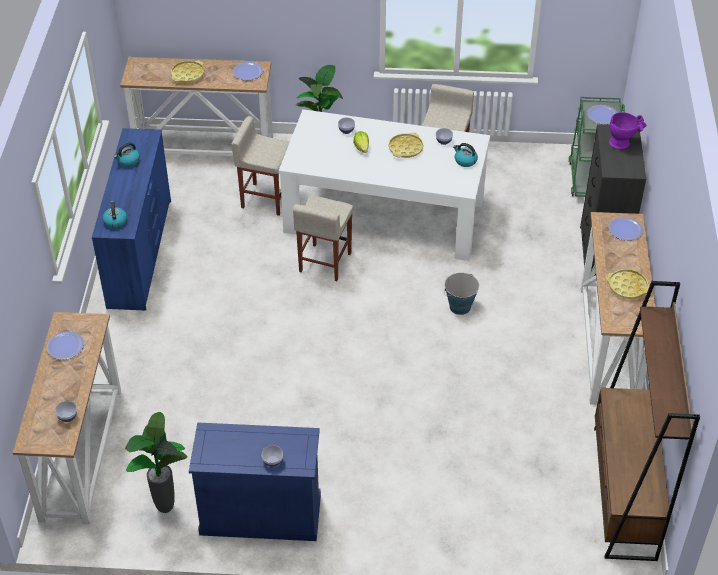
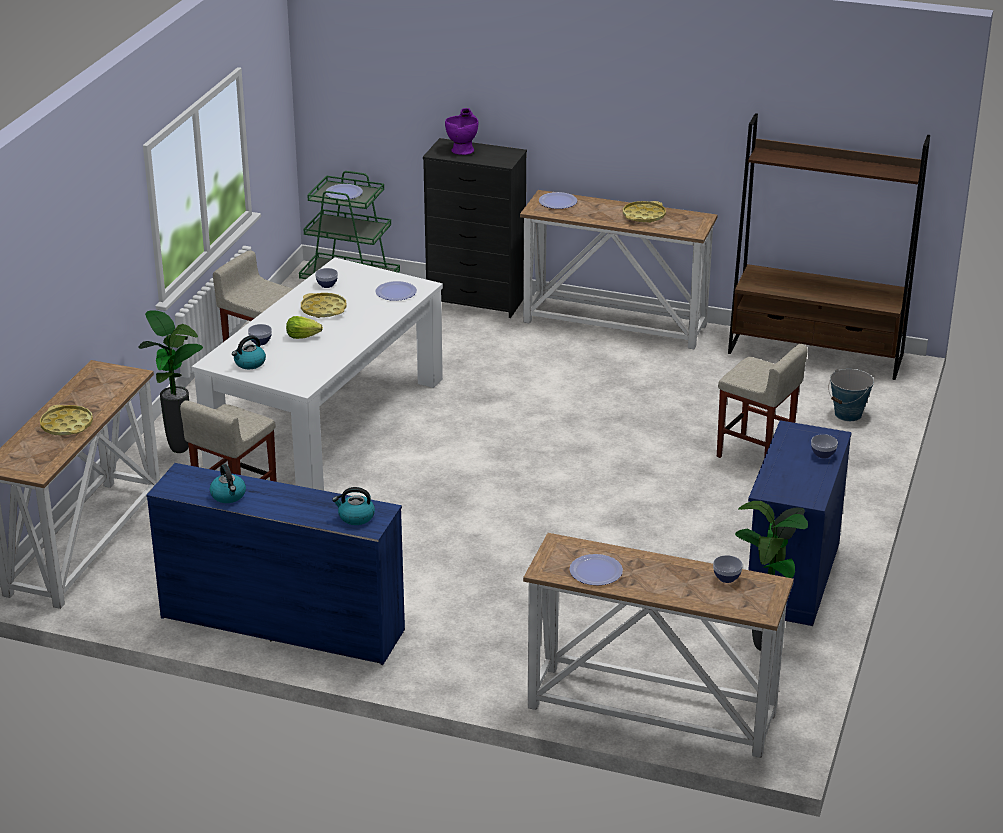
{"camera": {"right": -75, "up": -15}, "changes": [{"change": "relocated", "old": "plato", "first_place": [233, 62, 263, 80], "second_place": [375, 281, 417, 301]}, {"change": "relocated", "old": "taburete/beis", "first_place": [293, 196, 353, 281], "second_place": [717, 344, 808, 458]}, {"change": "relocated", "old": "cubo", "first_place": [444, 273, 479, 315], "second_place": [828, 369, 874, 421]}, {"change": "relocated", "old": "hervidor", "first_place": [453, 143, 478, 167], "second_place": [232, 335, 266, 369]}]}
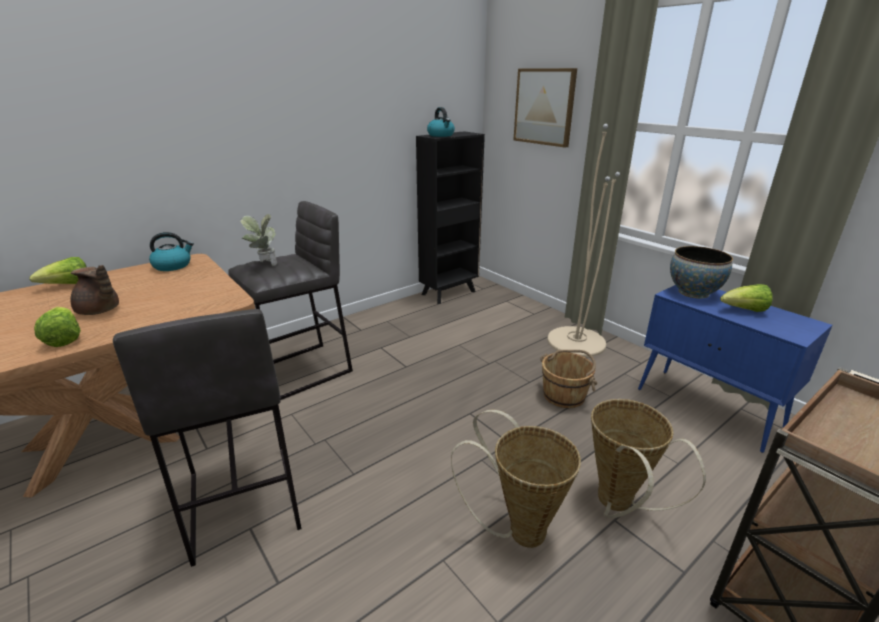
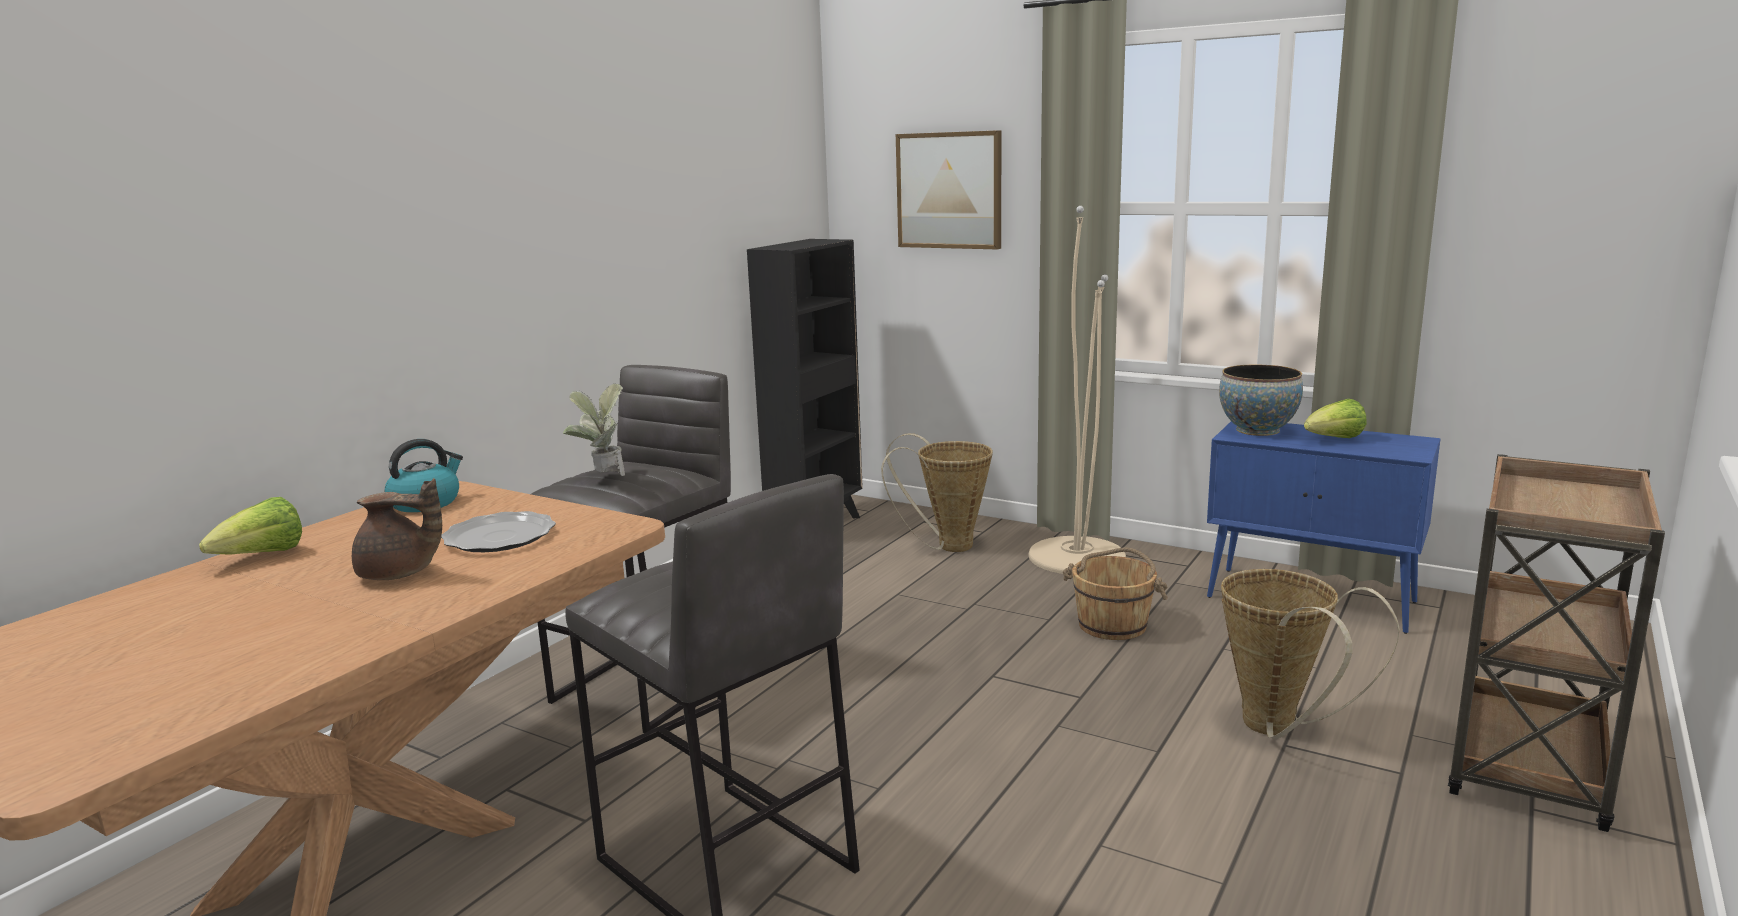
{"camera": {"right": -20, "up": -10}, "changes": [{"change": "missing", "old": "lechuga", "first_place": [34, 307, 81, 347]}, {"change": "missing", "old": "hervidor", "first_place": [427, 107, 455, 137]}, {"change": "relocated", "old": "cesta", "first_place": [451, 409, 581, 548], "second_place": [881, 433, 993, 552]}, {"change": "appeared", "new": "plato", "second_place": [441, 511, 556, 552]}]}
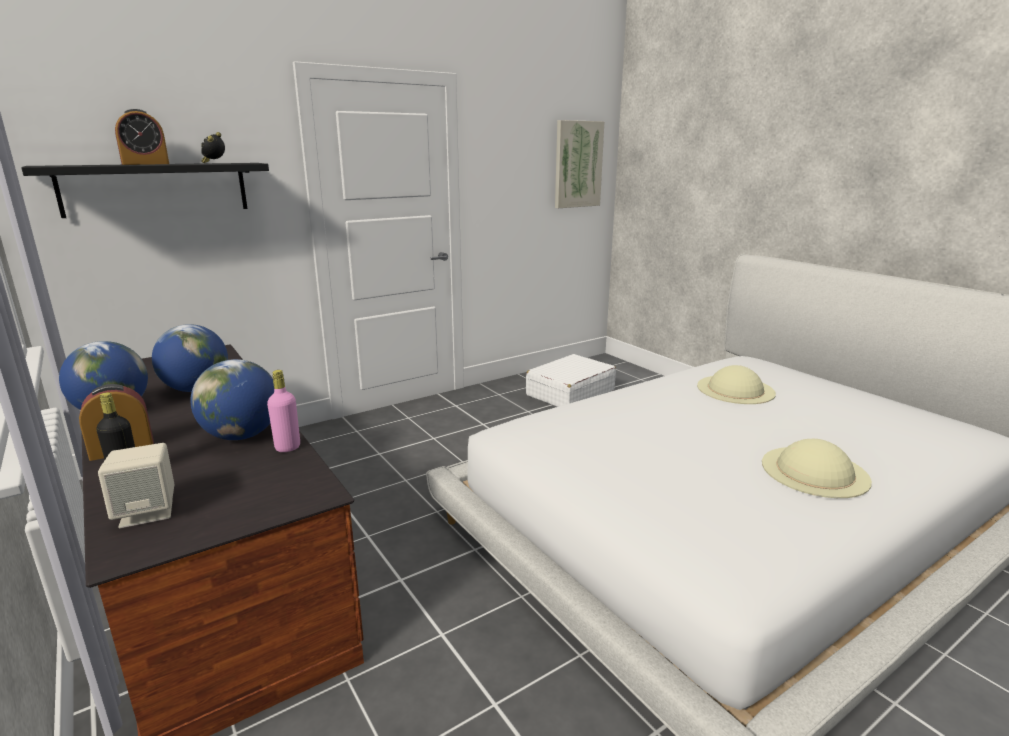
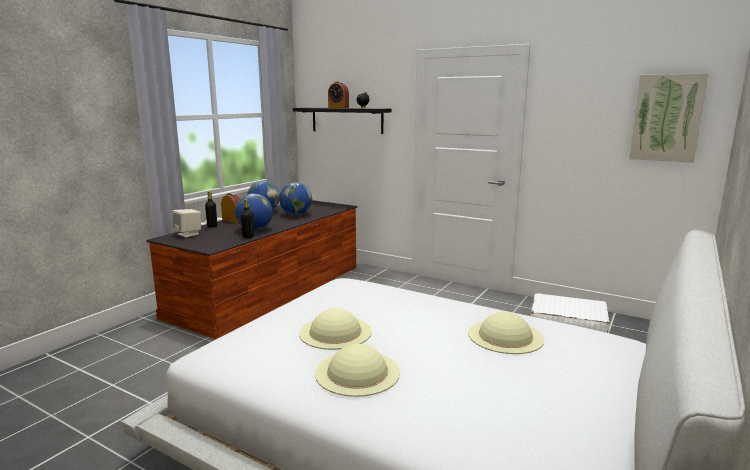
{"camera": {"right": 65, "up": -5}, "changes": [{"change": "colour", "old": "botella/rosa", "new": "botella/negro", "first_place": [267, 370, 300, 452], "second_place": [241, 199, 254, 238]}, {"change": "appeared", "new": "sombrero/beis", "second_place": [299, 308, 372, 350]}]}
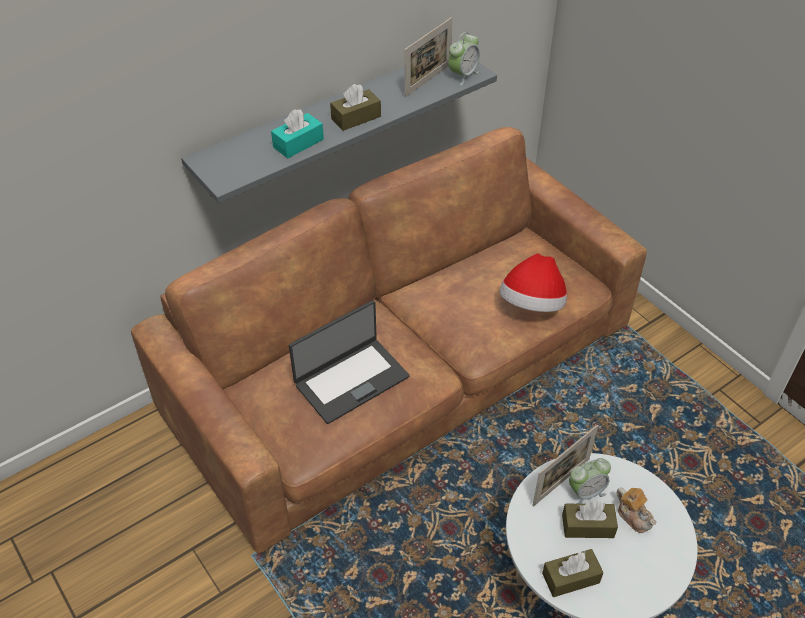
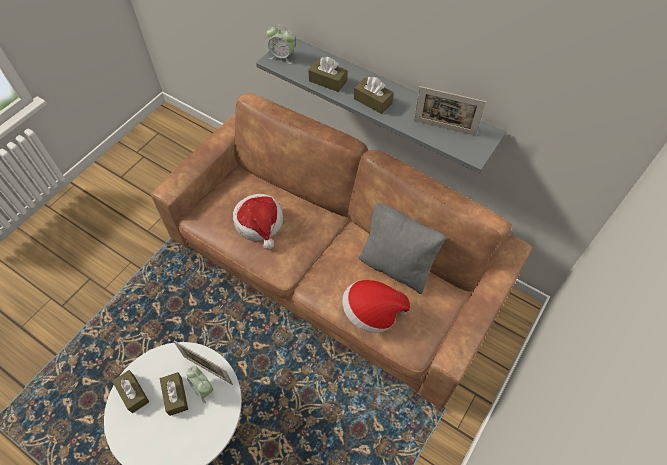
{"camera": {"right": 70, "up": 10}, "changes": [{"change": "colour", "old": "caja de pañuelos/turquesa", "new": "caja de pañuelos/marrón", "first_place": [271, 109, 324, 158], "second_place": [308, 57, 347, 92]}, {"change": "exchanged", "old": "portátil", "new": "sombrero", "first_place": [289, 300, 409, 424], "second_place": [233, 194, 283, 250]}, {"change": "relocated", "old": "despertador", "first_place": [448, 32, 480, 86], "second_place": [267, 25, 295, 64]}, {"change": "missing", "old": "tetera", "first_place": [617, 488, 656, 533]}, {"change": "appeared", "new": "cojín/gris", "second_place": [359, 202, 446, 294]}]}
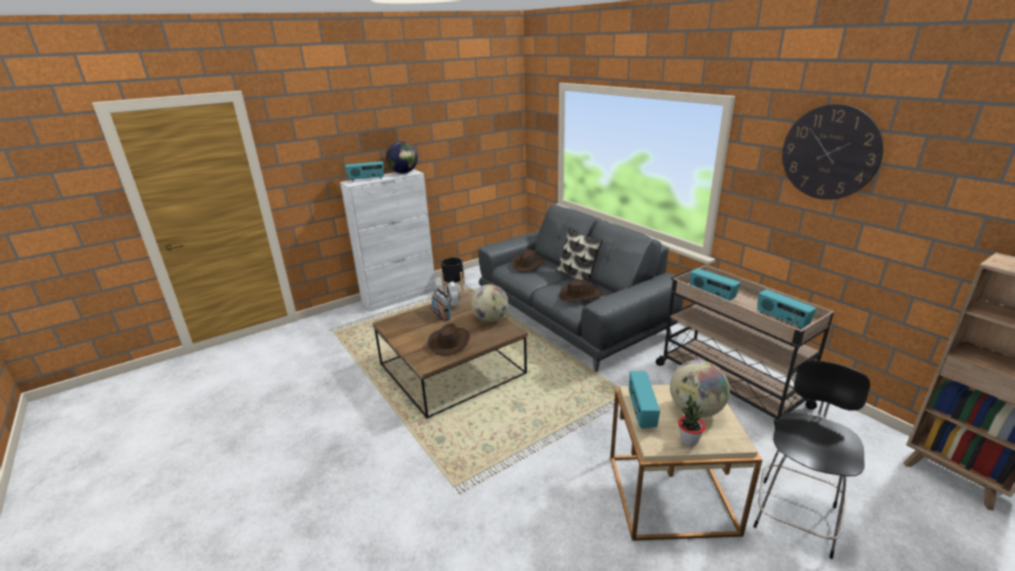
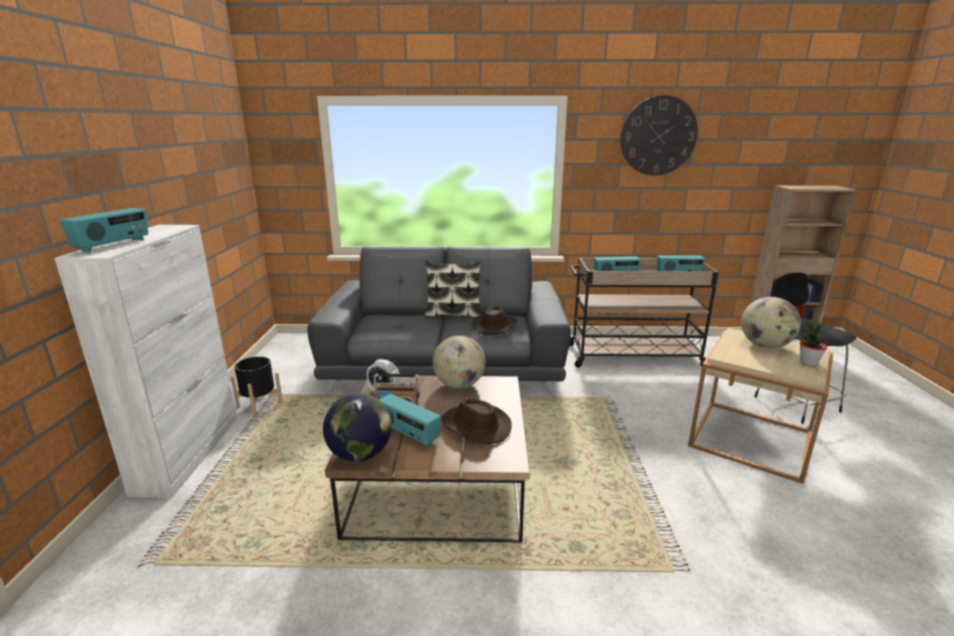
{"camera": {"right": -55, "up": -5}, "changes": [{"change": "relocated", "old": "globo terráqueo", "first_place": [386, 142, 418, 174], "second_place": [323, 393, 392, 462]}, {"change": "missing", "old": "sombrero/marrón", "first_place": [511, 249, 545, 272]}, {"change": "relocated", "old": "radio", "first_place": [629, 371, 660, 429], "second_place": [379, 394, 441, 447]}]}
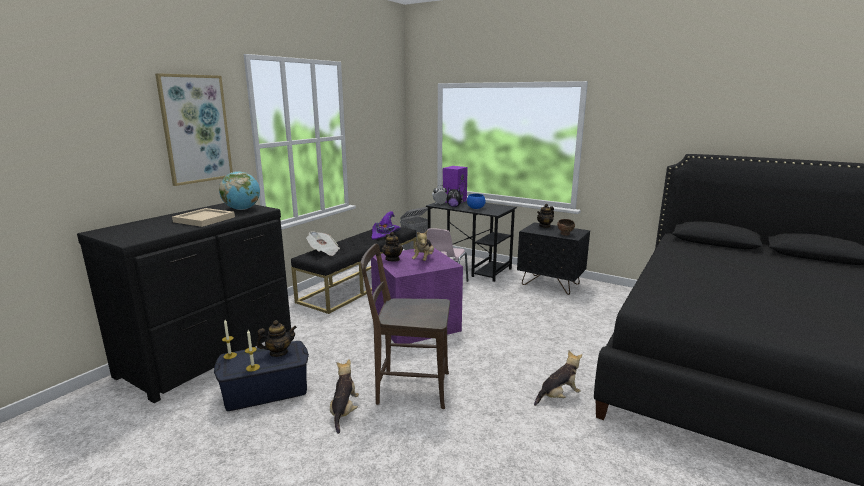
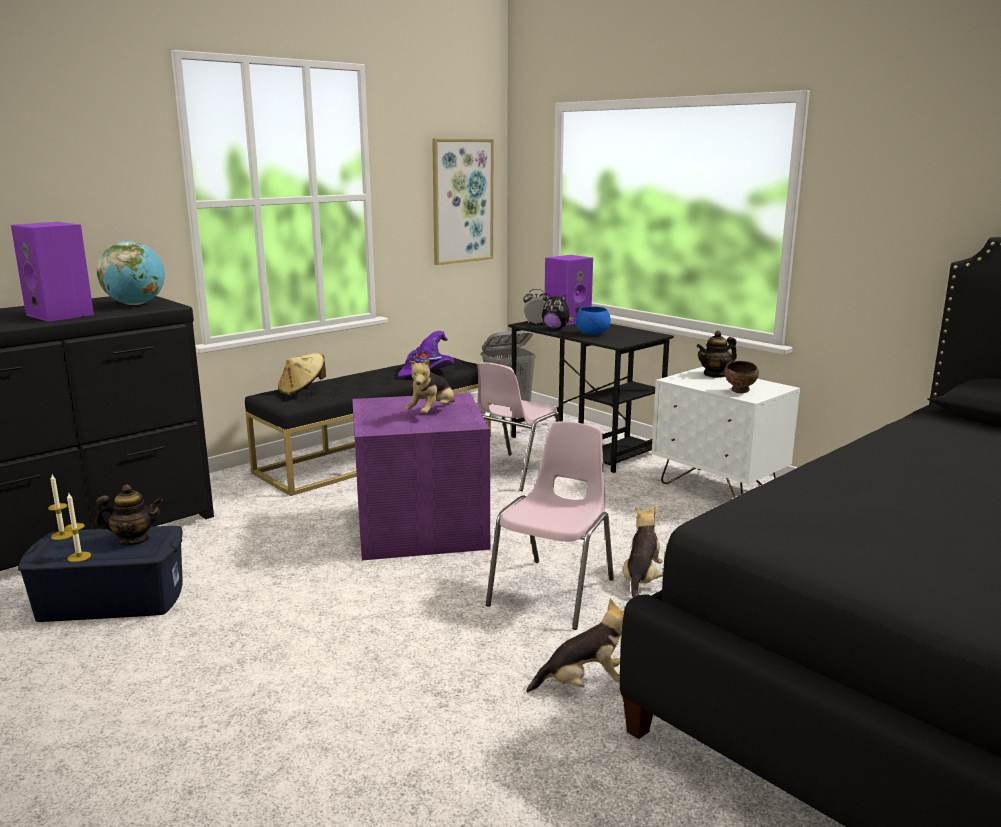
{"camera": {"right": 15, "up": 0}, "changes": [{"change": "relocated", "old": "cuadro", "first_place": [155, 73, 233, 186], "second_place": [432, 139, 494, 265]}, {"change": "exchanged", "old": "bandeja/beis", "new": "altavoz/morado", "first_place": [172, 208, 235, 227], "second_place": [11, 222, 94, 322]}, {"change": "exchanged", "old": "periódico", "new": "sombrero/beis", "first_place": [306, 231, 340, 256], "second_place": [278, 353, 326, 396]}, {"change": "relocated", "old": "peluche", "first_place": [330, 359, 359, 434], "second_place": [623, 506, 663, 598]}, {"change": "missing", "old": "silla/marrón", "first_place": [360, 244, 450, 409]}, {"change": "missing", "old": "tetera", "first_place": [382, 232, 403, 262]}, {"change": "colour", "old": "mesita de noche/negro", "new": "mesita de noche/blanco", "first_place": [517, 222, 590, 295], "second_place": [652, 367, 800, 498]}, {"change": "appeared", "new": "silla/rosa", "second_place": [486, 421, 614, 630]}]}
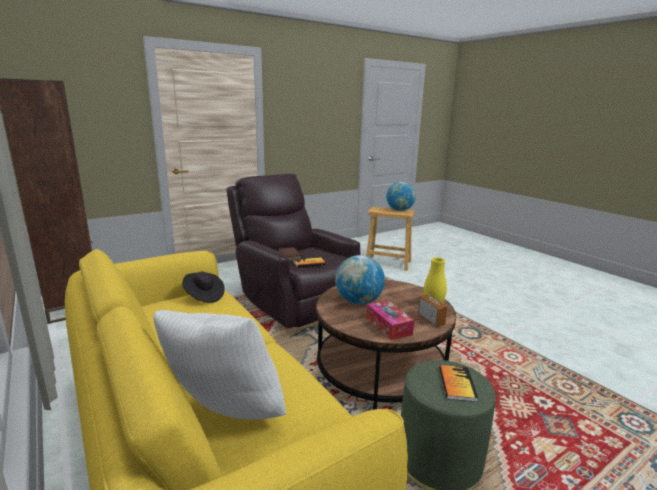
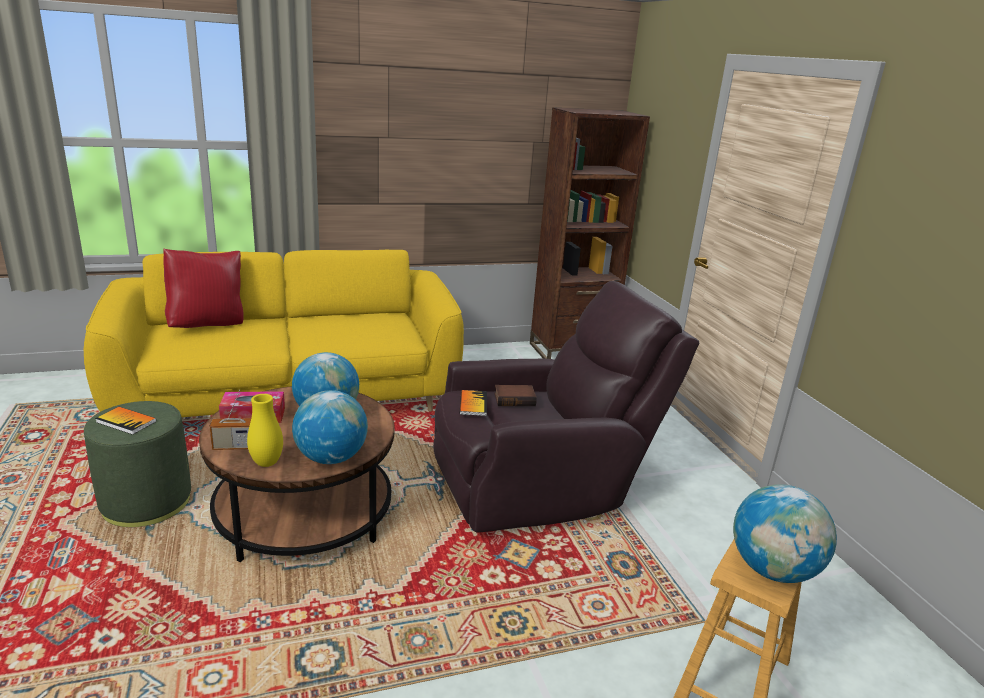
{"camera": {"right": 105, "up": 5}, "changes": [{"change": "colour", "old": "cojín/blanco", "new": "cojín/rojo", "first_place": [154, 310, 286, 420], "second_place": [163, 249, 243, 328]}, {"change": "missing", "old": "sombrero/negro", "first_place": [182, 272, 225, 303]}, {"change": "appeared", "new": "globo terráqueo", "second_place": [292, 390, 368, 464]}]}
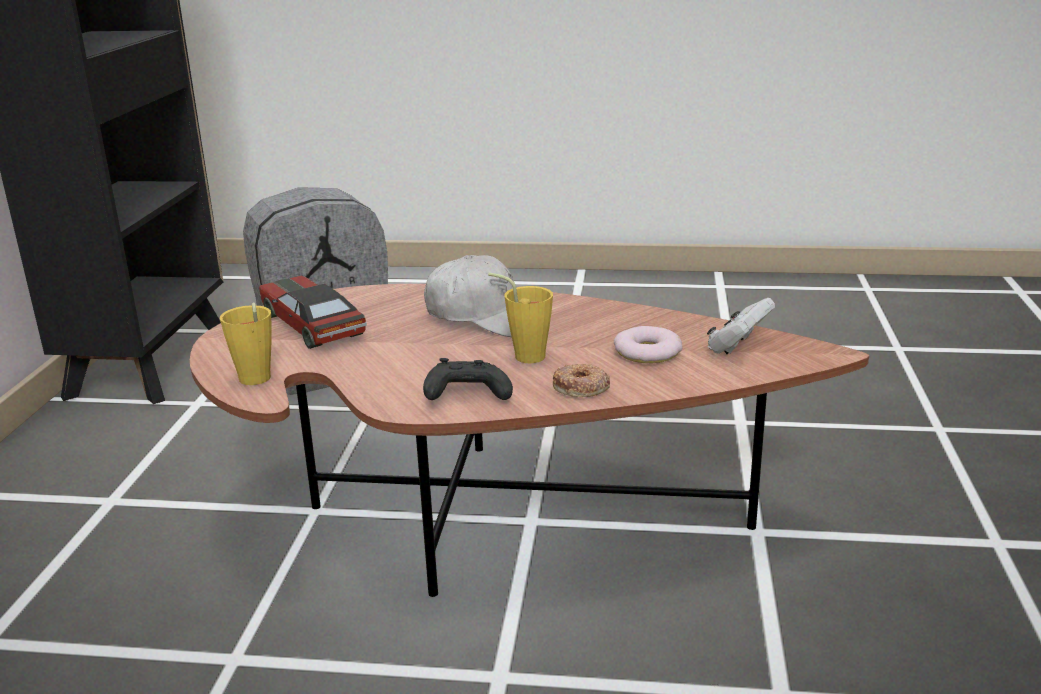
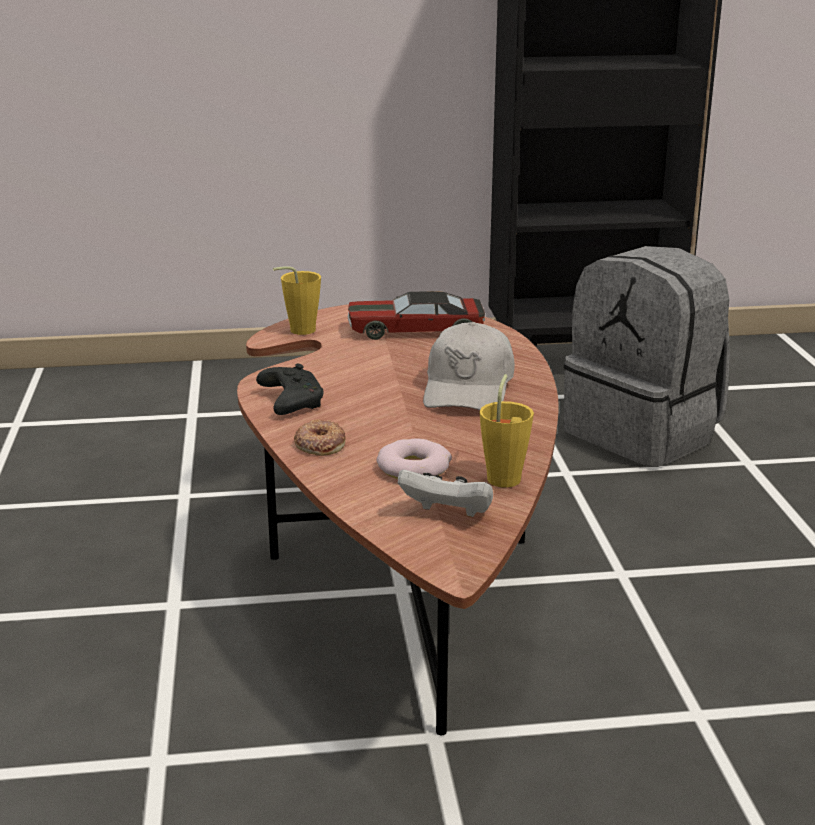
{"camera": {"right": 75, "up": 0}, "changes": [{"change": "spun", "old": "coche de juguete", "first_place": [259, 276, 367, 349], "second_place": [348, 291, 485, 340], "degrees": -135}, {"change": "relocated", "old": "taza/amarillo", "first_place": [488, 273, 553, 363], "second_place": [479, 374, 534, 488]}]}
